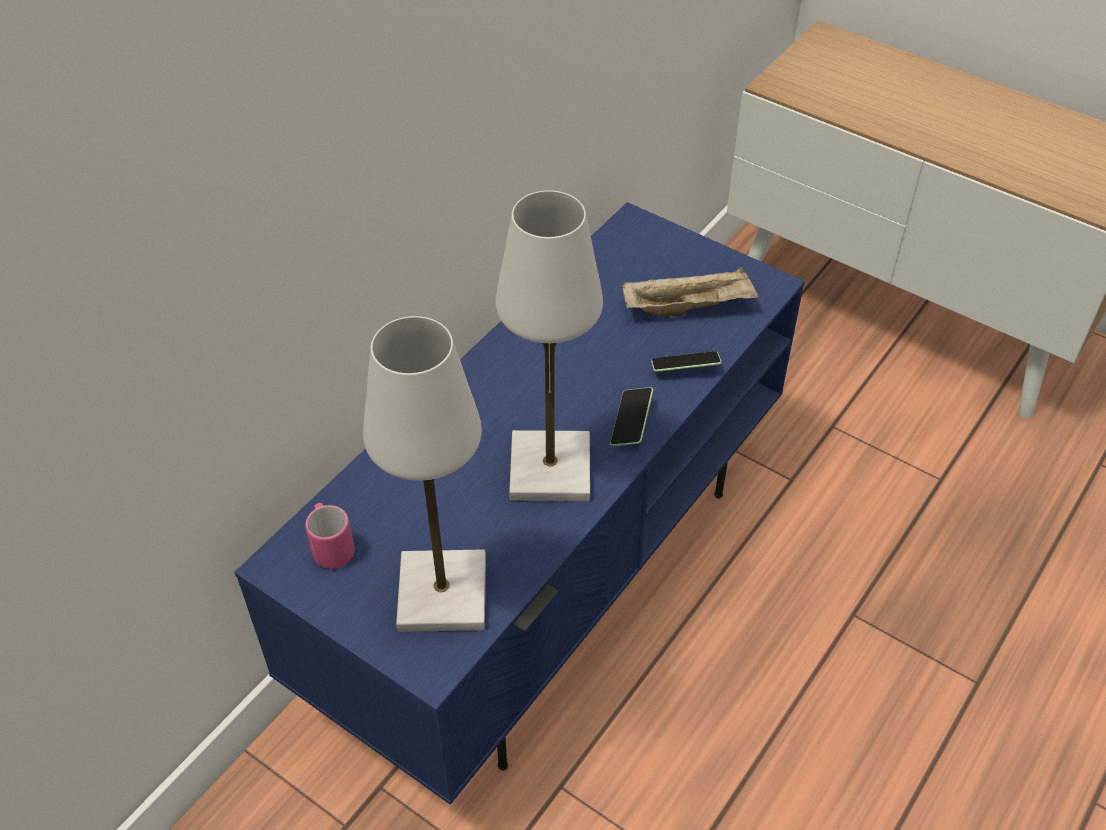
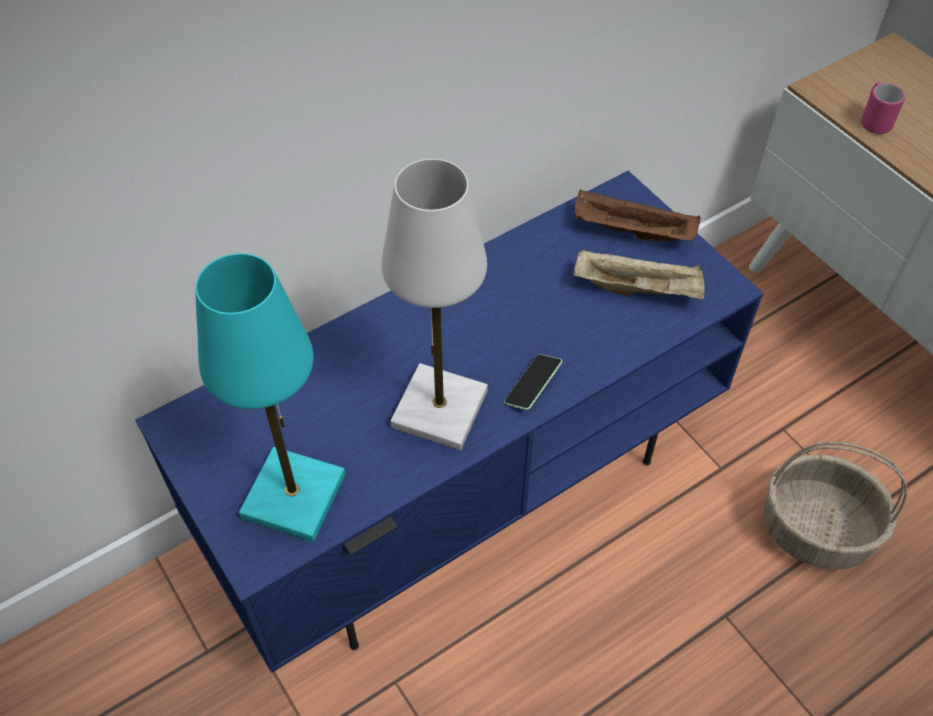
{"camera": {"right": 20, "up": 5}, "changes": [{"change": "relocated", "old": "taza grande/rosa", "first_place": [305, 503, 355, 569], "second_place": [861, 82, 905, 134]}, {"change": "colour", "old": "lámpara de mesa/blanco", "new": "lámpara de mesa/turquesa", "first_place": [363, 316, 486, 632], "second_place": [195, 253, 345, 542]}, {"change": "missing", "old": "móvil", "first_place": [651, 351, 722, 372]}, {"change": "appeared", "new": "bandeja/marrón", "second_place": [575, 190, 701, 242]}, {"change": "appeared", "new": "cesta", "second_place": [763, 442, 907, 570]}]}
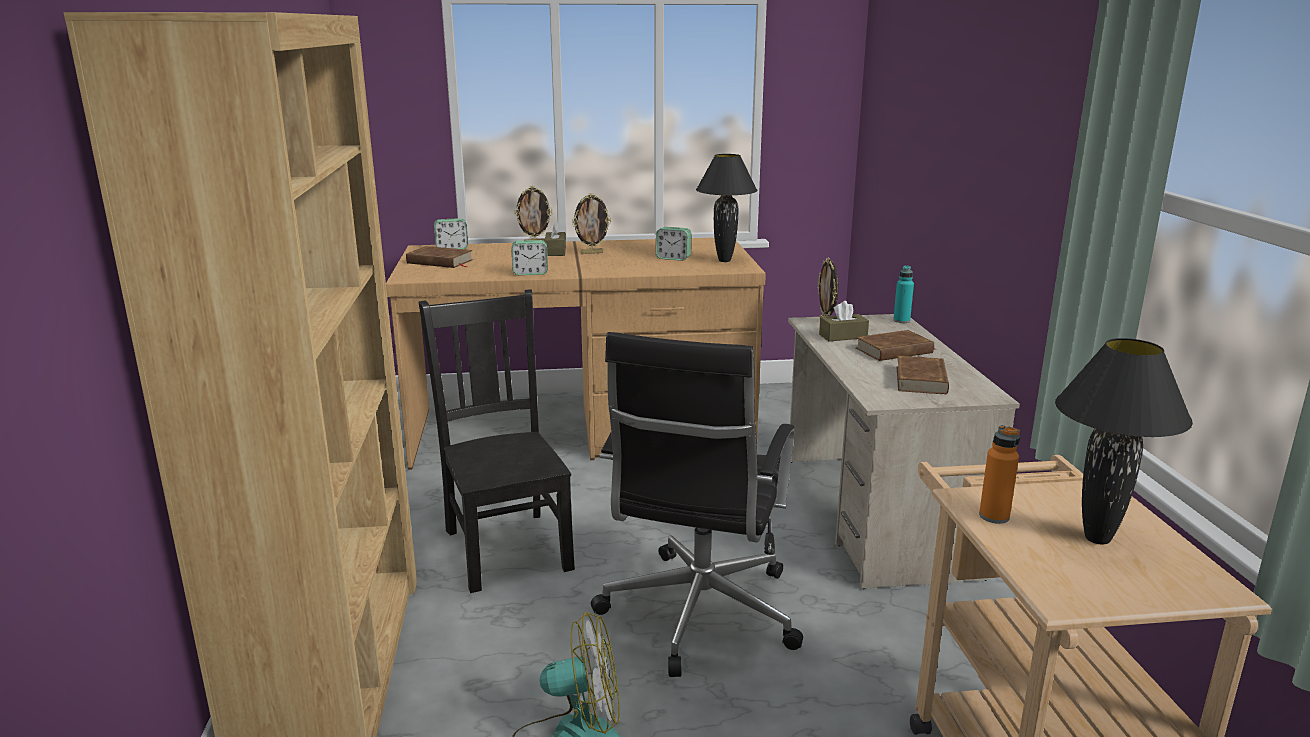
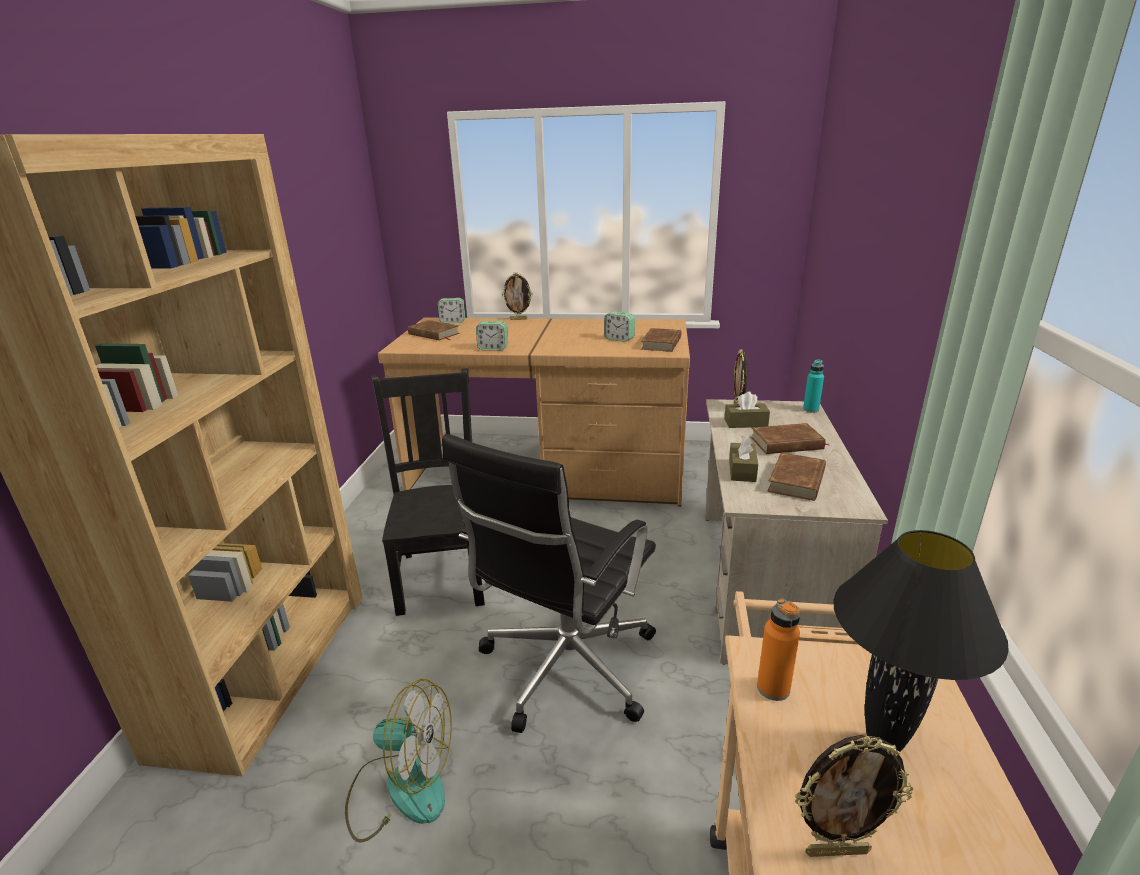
{"camera": {"right": 15, "up": 5}, "changes": [{"change": "relocated", "old": "caja de pañuelos/marrón", "first_place": [544, 221, 566, 256], "second_place": [729, 435, 758, 482]}, {"change": "relocated", "old": "portarretratos", "first_place": [572, 193, 611, 254], "second_place": [795, 735, 913, 857]}, {"change": "exchanged", "old": "lámpara de mesa/negro", "new": "libro/marrón", "first_place": [696, 154, 758, 262], "second_place": [641, 328, 681, 352]}]}
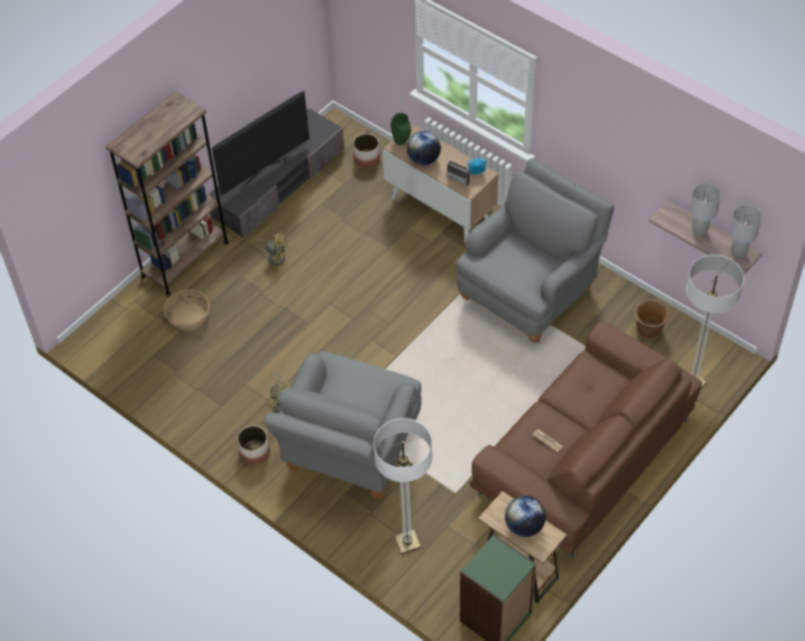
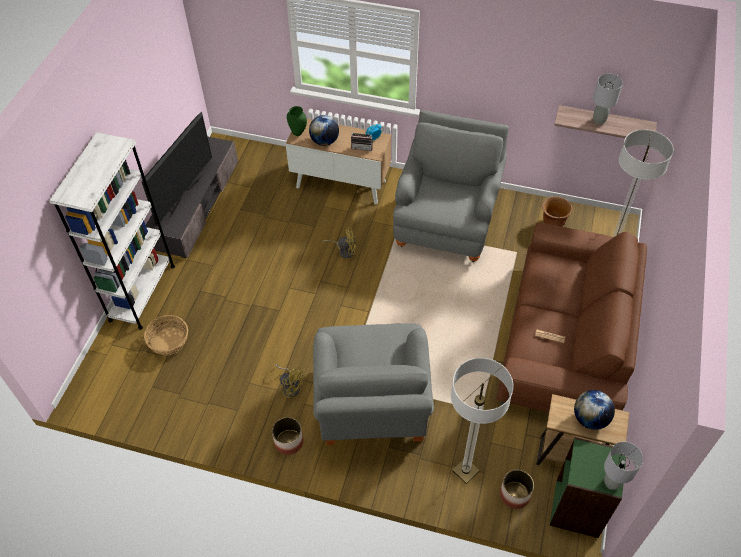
{"camera": {"right": -25, "up": 0}, "changes": [{"change": "colour", "old": "estantería/marrón", "new": "estantería/blanco", "first_place": [106, 91, 229, 296], "second_place": [49, 132, 175, 330]}, {"change": "relocated", "old": "ventilador/amarillo", "first_place": [256, 232, 288, 266], "second_place": [321, 227, 356, 258]}, {"change": "relocated", "old": "maceta", "first_place": [353, 134, 380, 168], "second_place": [500, 470, 534, 509]}, {"change": "relocated", "old": "lámpara de mesa/gris", "first_place": [729, 205, 762, 258], "second_place": [604, 441, 643, 490]}]}
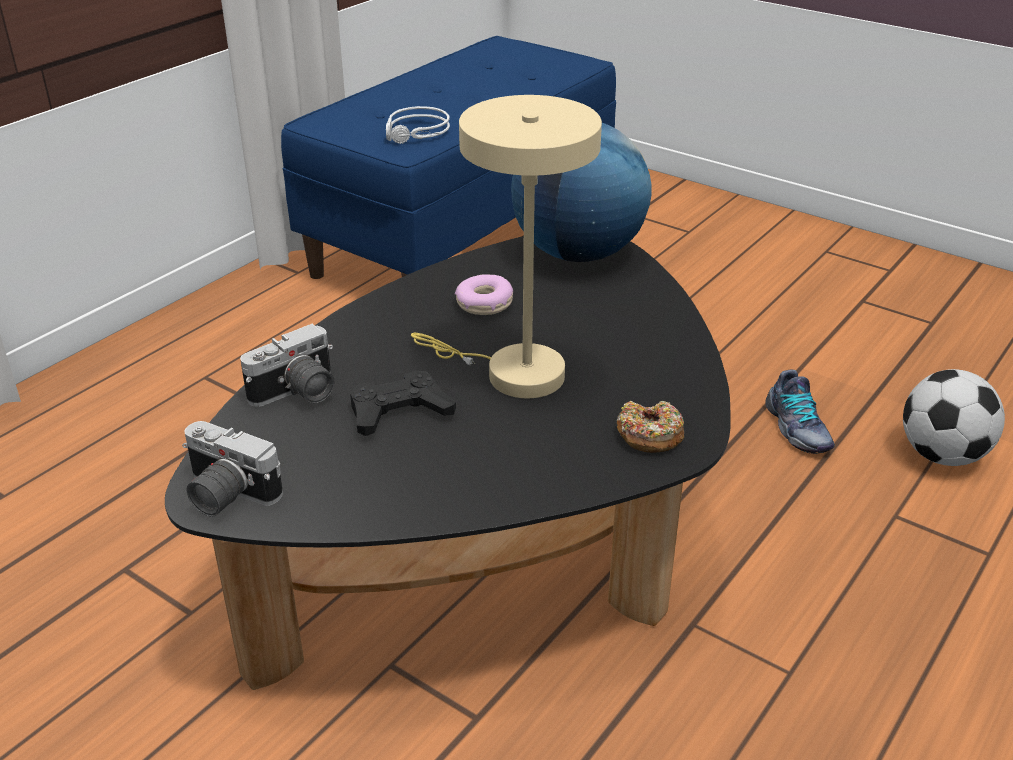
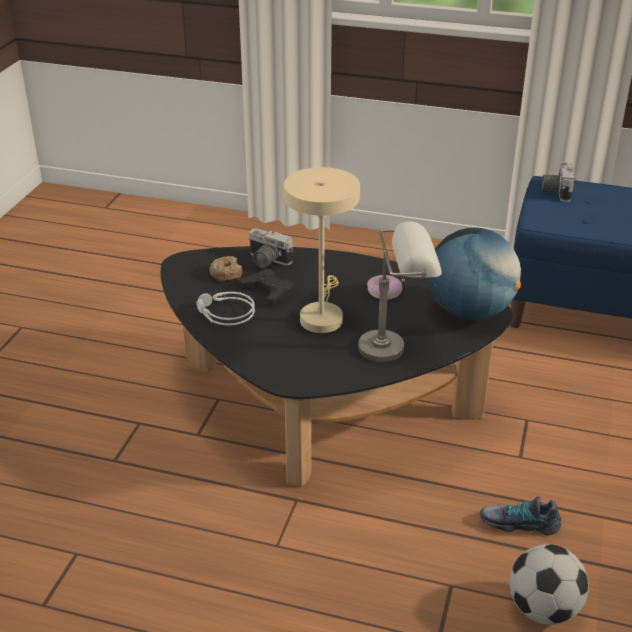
{"camera": {"right": 70, "up": 0}, "changes": [{"change": "relocated", "old": "cámara", "first_place": [182, 421, 283, 516], "second_place": [542, 162, 575, 202]}, {"change": "relocated", "old": "auriculares/gris", "first_place": [386, 106, 450, 144], "second_place": [197, 292, 255, 326]}, {"change": "relocated", "old": "rosquilla", "first_place": [617, 401, 684, 453], "second_place": [209, 256, 243, 282]}, {"change": "spun", "old": "zapato", "first_place": [765, 370, 835, 454], "second_place": [480, 496, 561, 536], "degrees": 45}, {"change": "appeared", "new": "lámpara de mesa/gris", "second_place": [358, 221, 442, 362]}]}
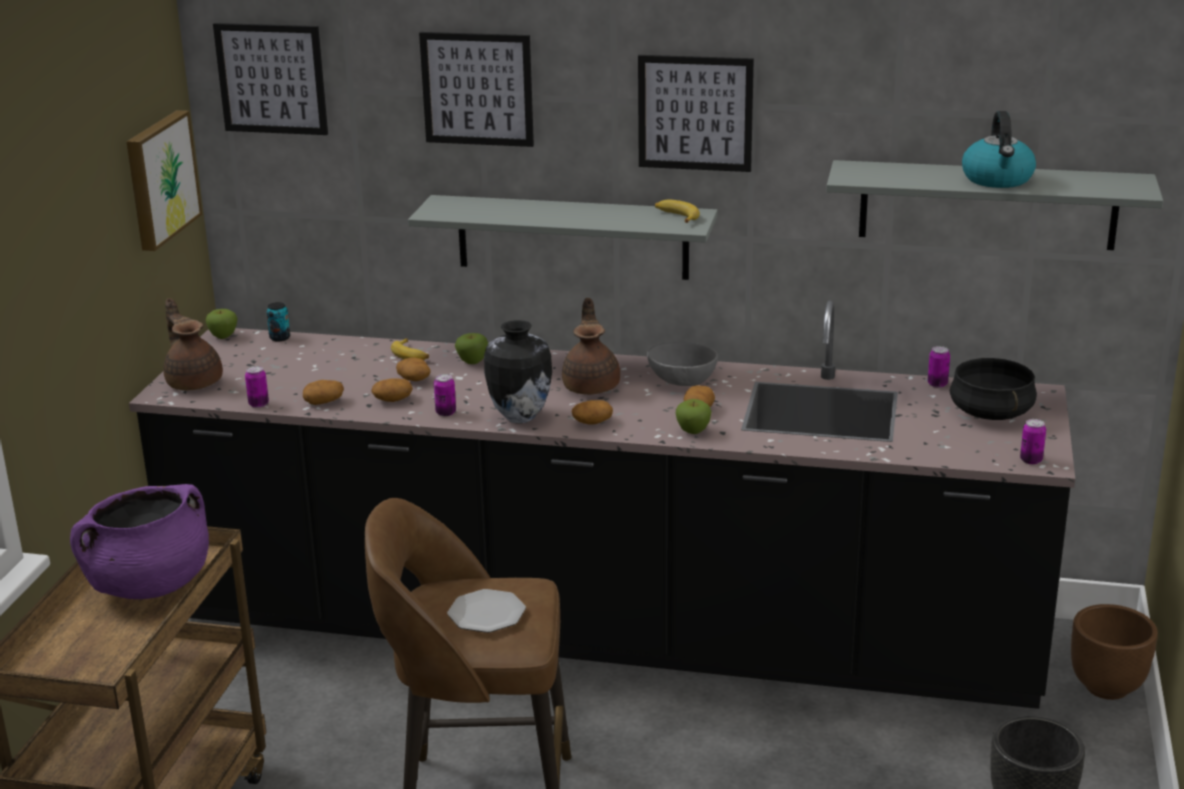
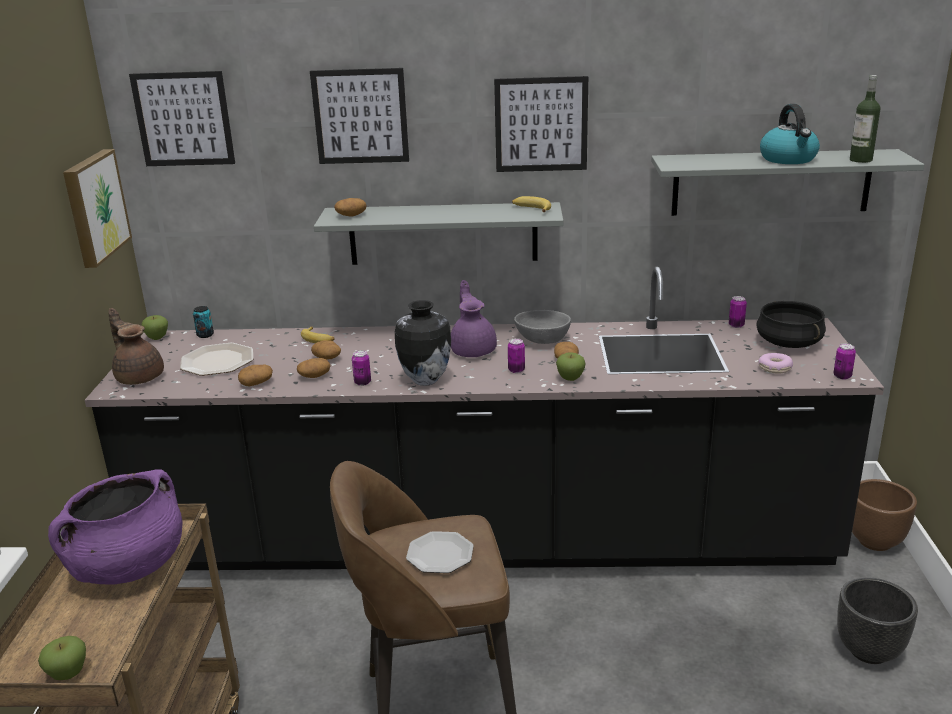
{"camera": {"right": -10, "up": 0}, "changes": [{"change": "relocated", "old": "lata", "first_place": [245, 366, 269, 408], "second_place": [508, 338, 525, 373]}, {"change": "relocated", "old": "manzana", "first_place": [455, 333, 488, 364], "second_place": [38, 636, 86, 680]}, {"change": "colour", "old": "tetera/marrón", "new": "tetera/morado", "first_place": [562, 298, 620, 395], "second_place": [451, 280, 497, 357]}, {"change": "relocated", "old": "patata", "first_place": [572, 400, 613, 425], "second_place": [334, 198, 366, 216]}, {"change": "appeared", "new": "plato", "second_place": [180, 343, 253, 376]}, {"change": "appeared", "new": "rosquilla", "second_place": [758, 353, 793, 374]}, {"change": "appeared", "new": "botella", "second_place": [850, 75, 881, 163]}]}
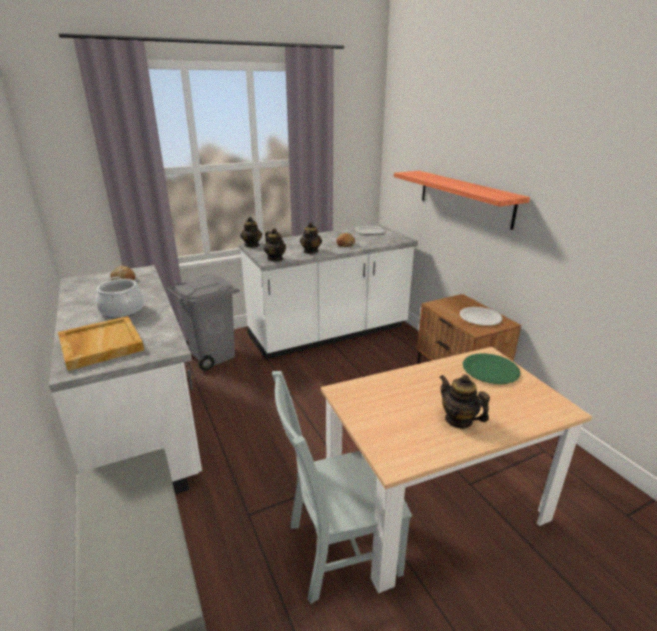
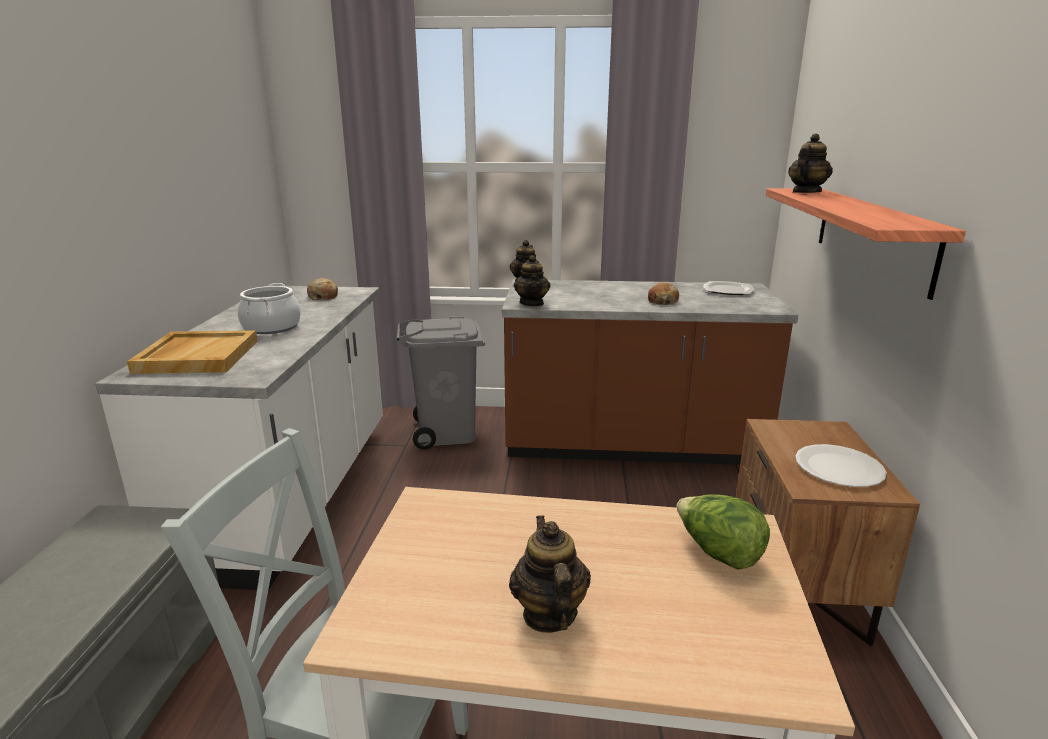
{"camera": {"right": 30, "up": -5}, "changes": [{"change": "colour", "old": "mueble bajo de cocina/blanco", "new": "mueble bajo de cocina/marrón", "first_place": [239, 224, 418, 360], "second_place": [502, 279, 798, 465]}, {"change": "relocated", "old": "tetera", "first_place": [300, 222, 322, 254], "second_place": [788, 133, 833, 193]}, {"change": "exchanged", "old": "plato/verde", "new": "lechuga", "first_place": [463, 353, 521, 384], "second_place": [677, 494, 770, 570]}]}
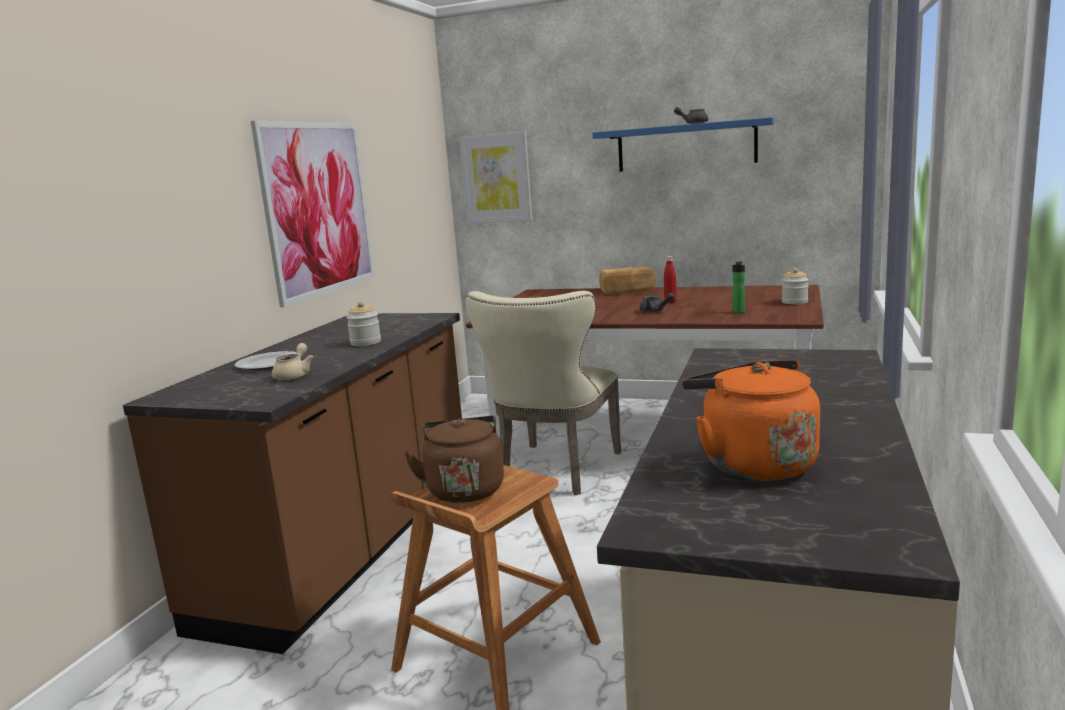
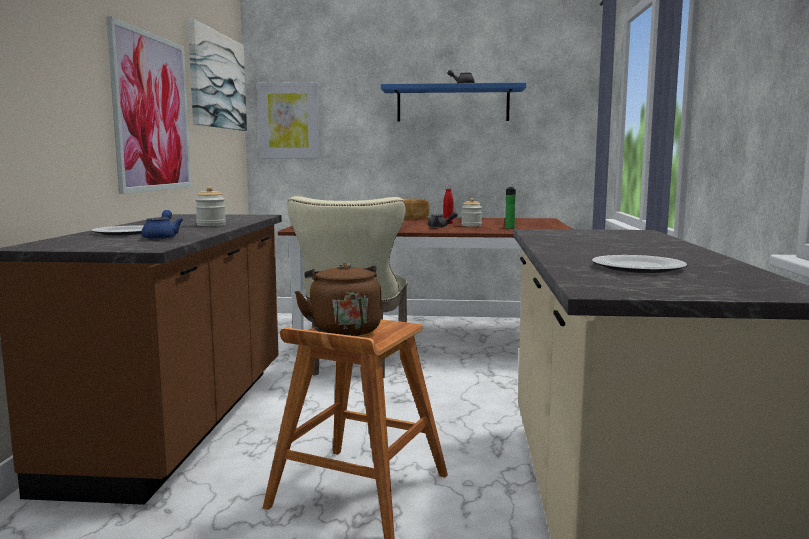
{"camera": {"right": -15, "up": -5}, "changes": [{"change": "colour", "old": "tetera/beis", "new": "tetera/azul", "first_place": [272, 343, 313, 380], "second_place": [141, 210, 184, 239]}, {"change": "exchanged", "old": "hervidor/naranja", "new": "plato", "first_place": [682, 360, 820, 481], "second_place": [592, 255, 687, 273]}, {"change": "relocated", "old": "tarro", "first_place": [782, 268, 809, 304], "second_place": [461, 198, 482, 227]}, {"change": "appeared", "new": "cuadro", "second_place": [188, 19, 247, 131]}]}
